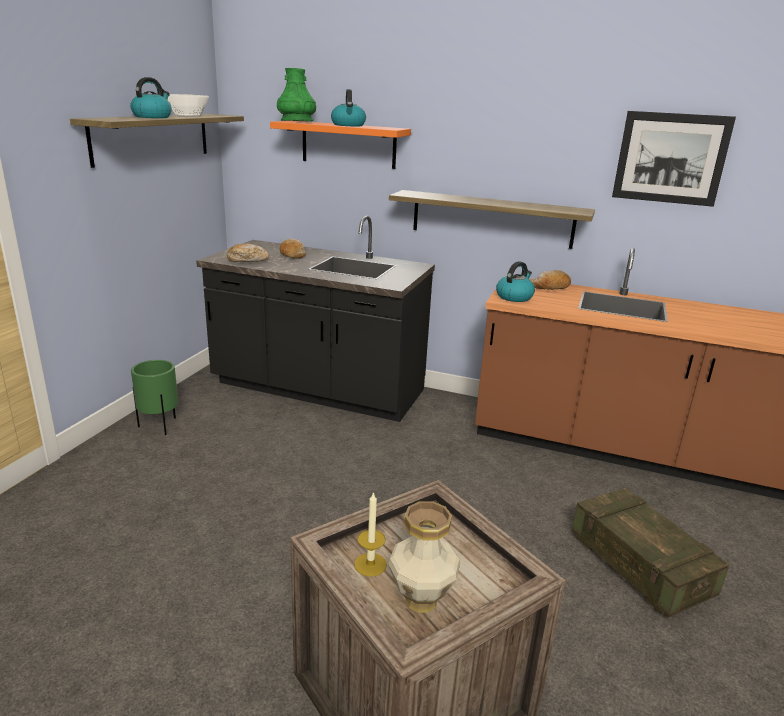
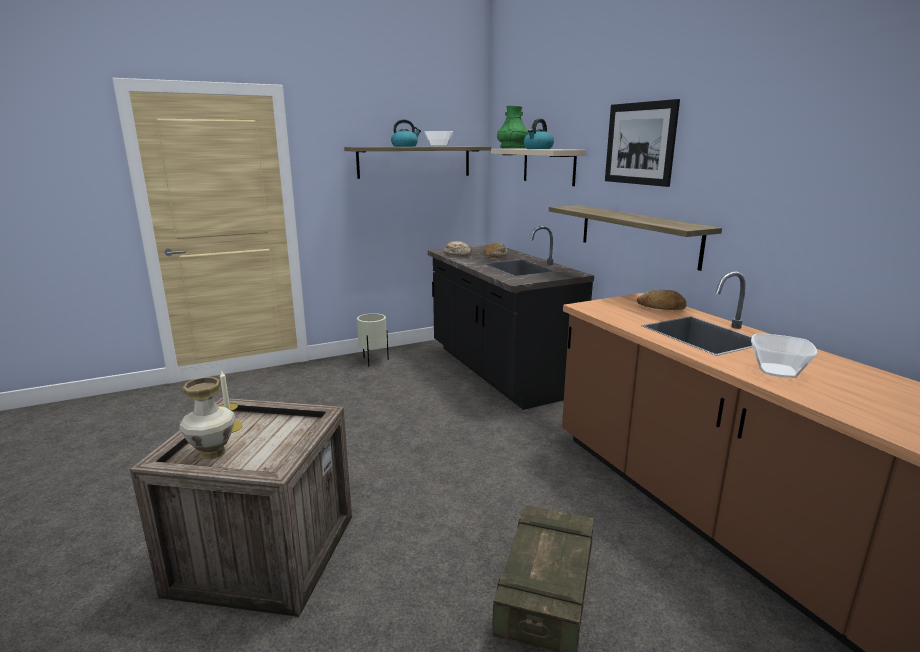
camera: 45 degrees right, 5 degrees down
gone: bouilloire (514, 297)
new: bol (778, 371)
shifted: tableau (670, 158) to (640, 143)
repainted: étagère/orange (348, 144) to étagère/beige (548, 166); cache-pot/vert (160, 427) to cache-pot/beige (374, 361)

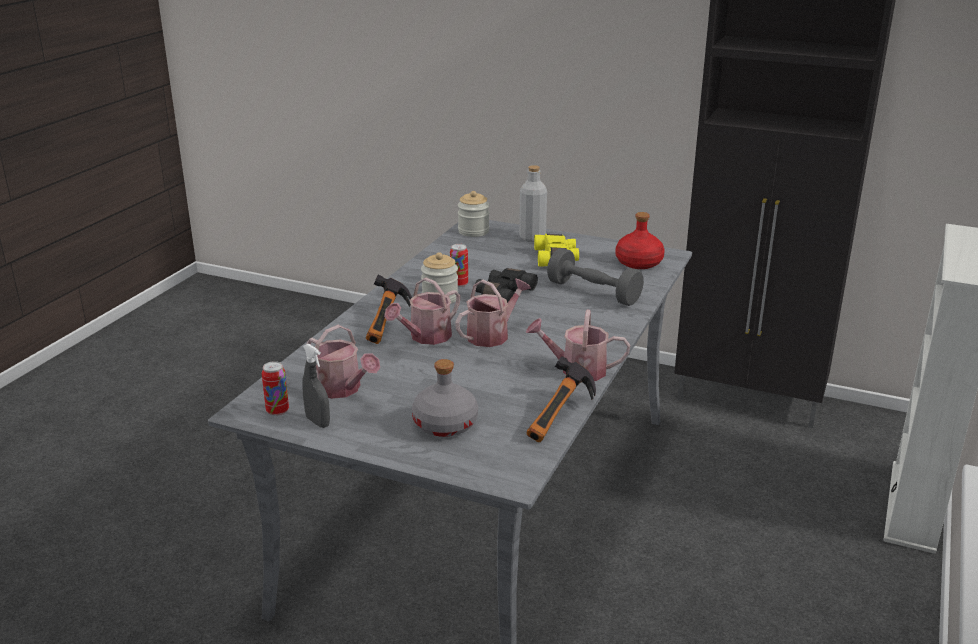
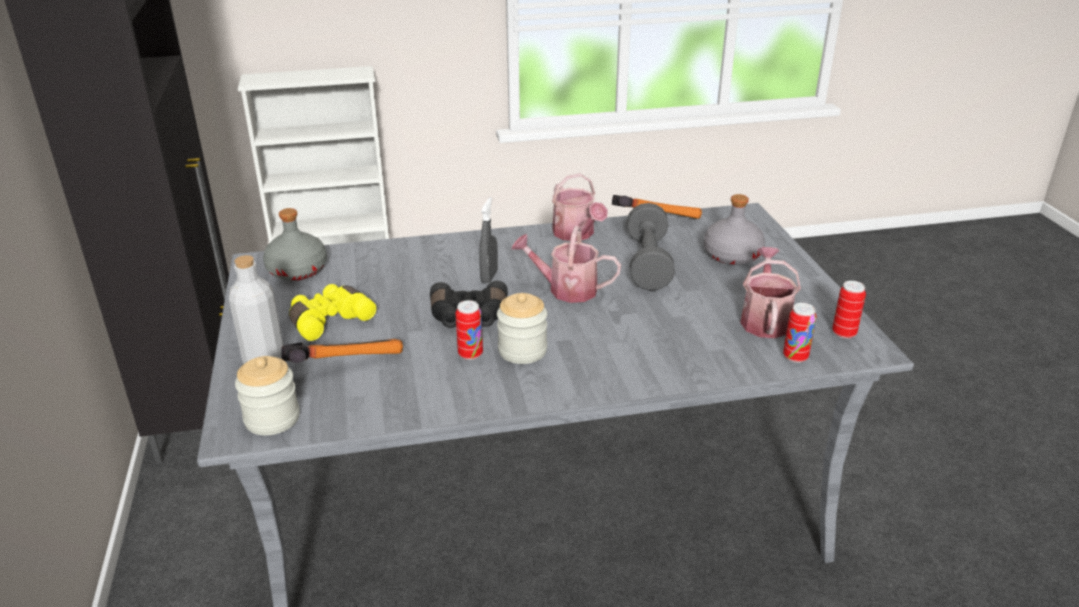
camera: 125 degrees left, 5 degrees up
gone: arrosoir (426, 337)
new: boîte métallique (795, 357)
shifted: haltère/gris (593, 292) to (648, 263); marteau (389, 324) to (343, 364); vaporisateur/gris (318, 422) to (489, 276)
repainted: bouteille/rouge (638, 263) to bouteille/gris (298, 271)

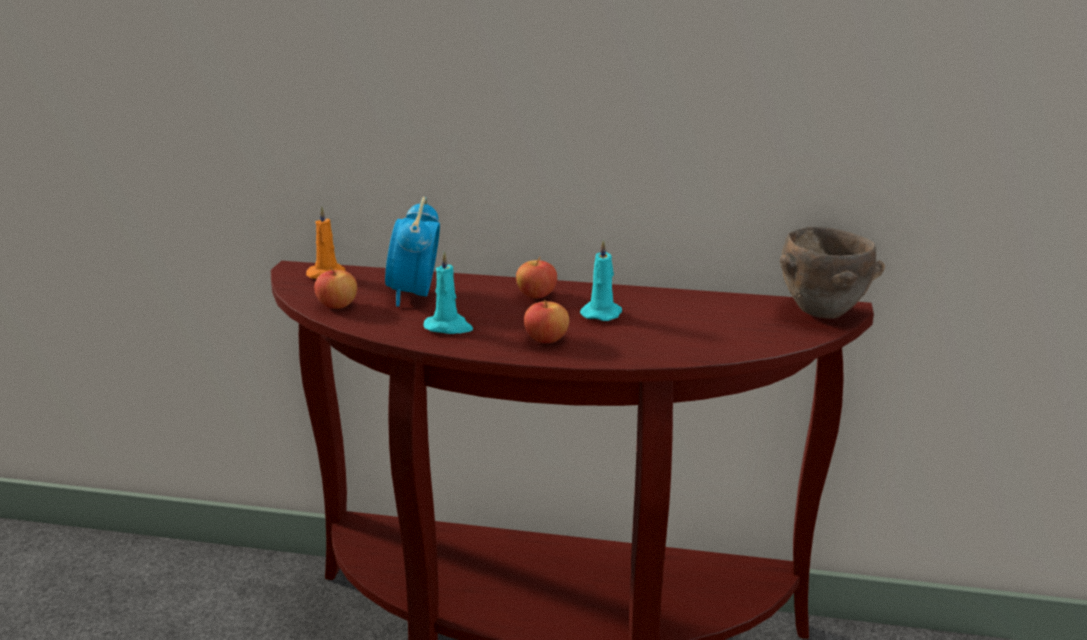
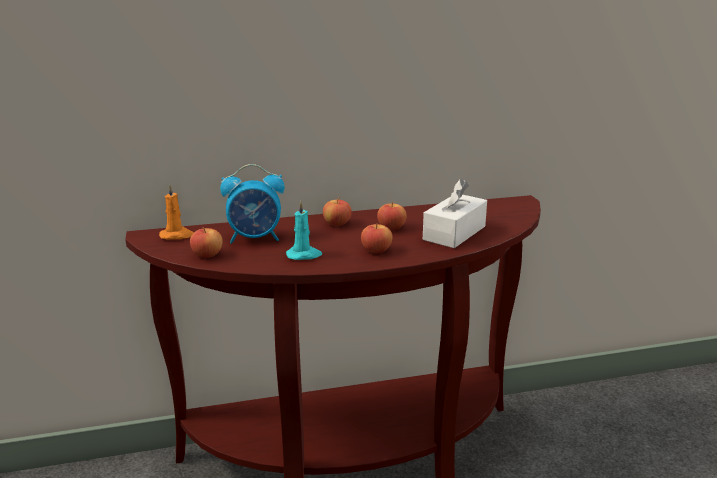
camera: 25 degrees left, 0 degrees up
gone: bol/marron (823, 314)
new: boîte à mouchoirs/blanc (454, 233)
swapped: bougie/turquoise (602, 313) to pomme (391, 228)
rotated: réveil (414, 295) = (255, 238) 75 degrees counterclockwise

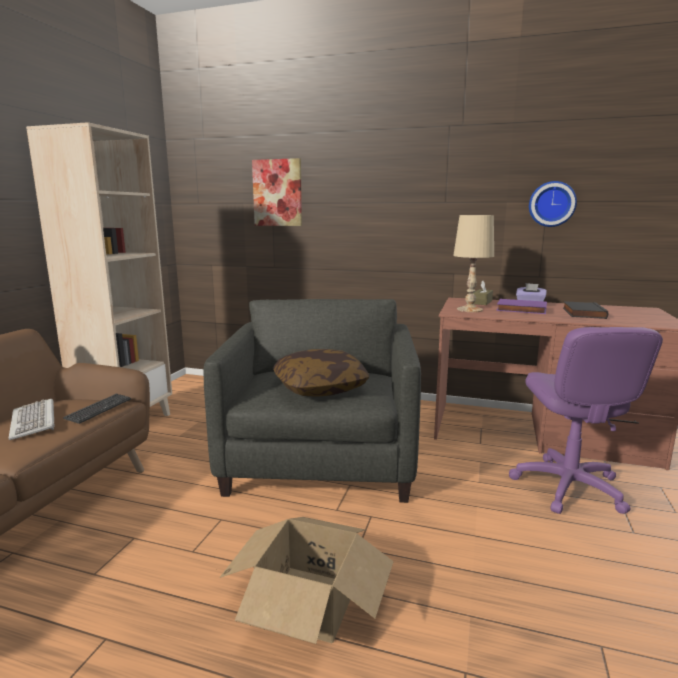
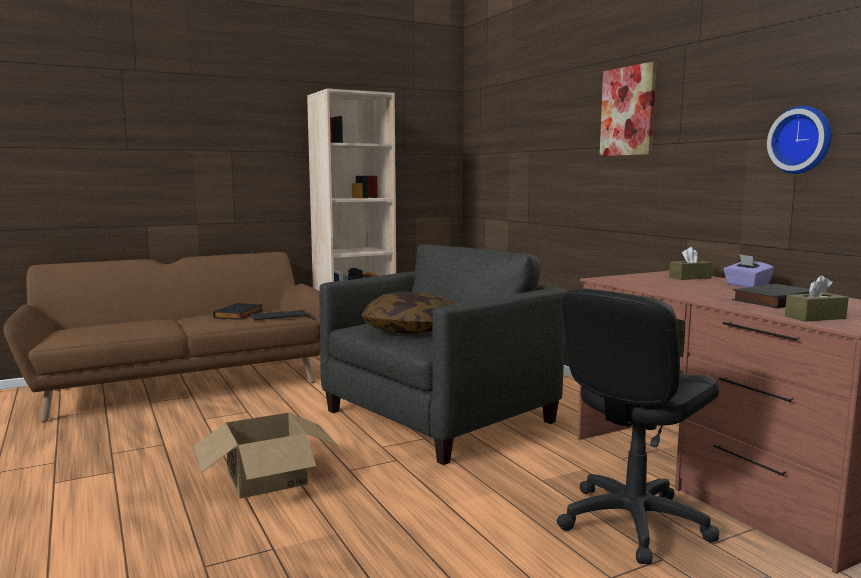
camera: 45 degrees right, 5 degrees down
gone: lampe de table/beige (469, 309); livre/violet (521, 310)
new: boîte à mouchoirs/marron (815, 317)
shifted: tableau (277, 193) to (628, 111)
swapped: clavier (34, 421) to livre/noir (240, 314)
repainted: chaise de bureau/violet (568, 487) to chaise de bureau/noir (632, 522)

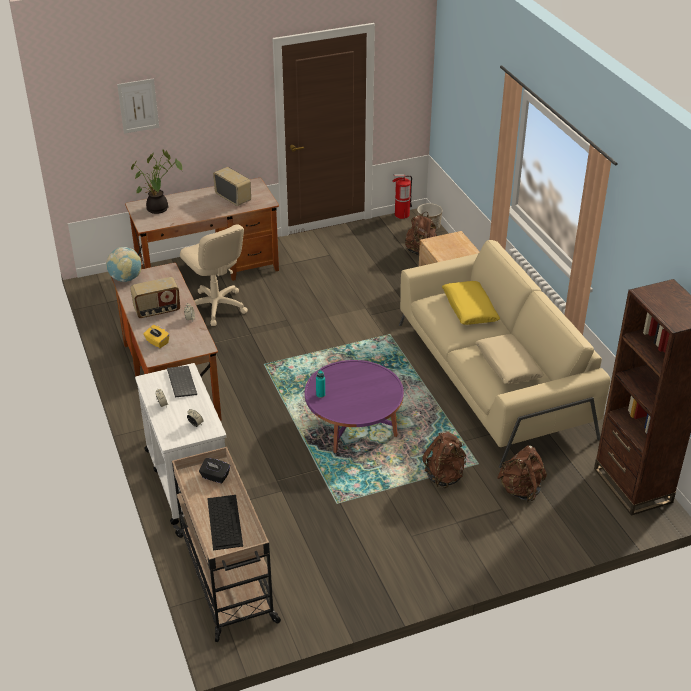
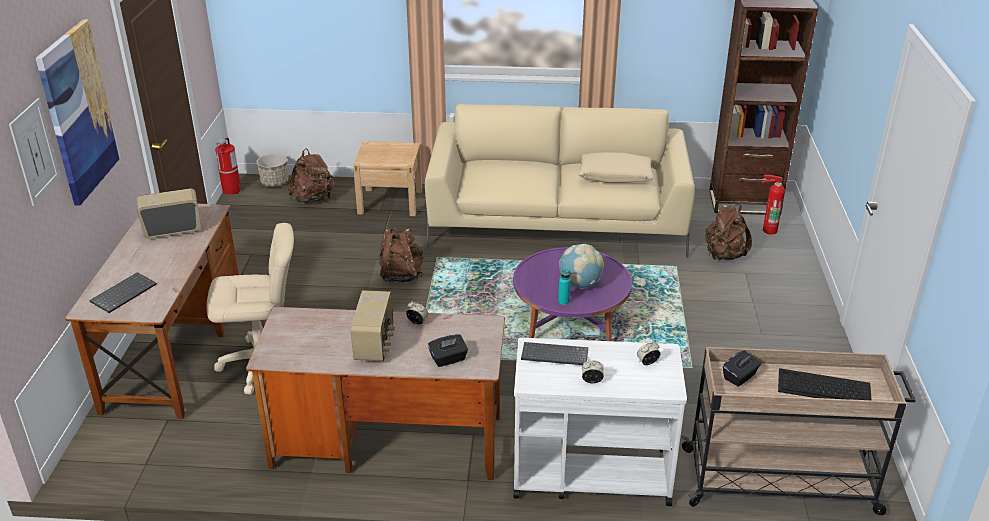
camera: 65 degrees left, 5 degrees down
gone: coussin/jaune (469, 309)
new: tableau (78, 112); extincteur (768, 230)
shifted: globe (125, 278) to (580, 284); sac à dos/marron (444, 476) to (401, 275)
swapped: plante en pot (158, 210) to clavier (123, 293)
repainted: boîte à mouchoirs/jaune (157, 342) to boîte à mouchoirs/noir (448, 359)

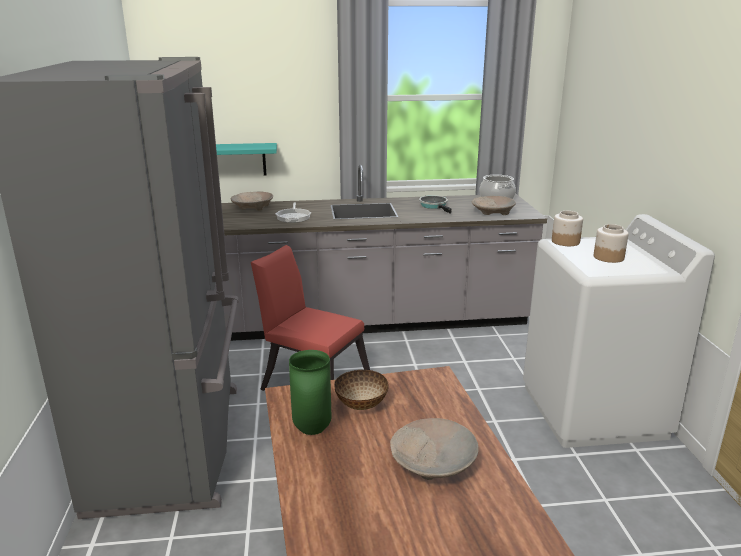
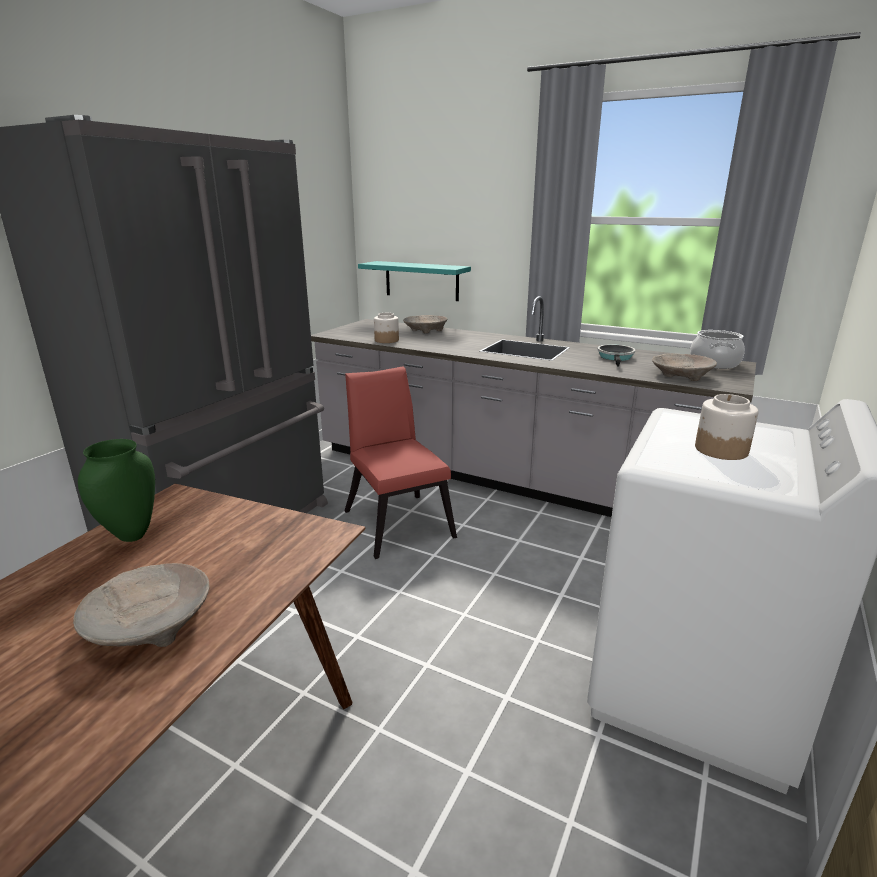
camera: 35 degrees right, 0 degrees up
gone: poêle (293, 217); bol (360, 405)
shifted: bocal (565, 242) to (386, 340)

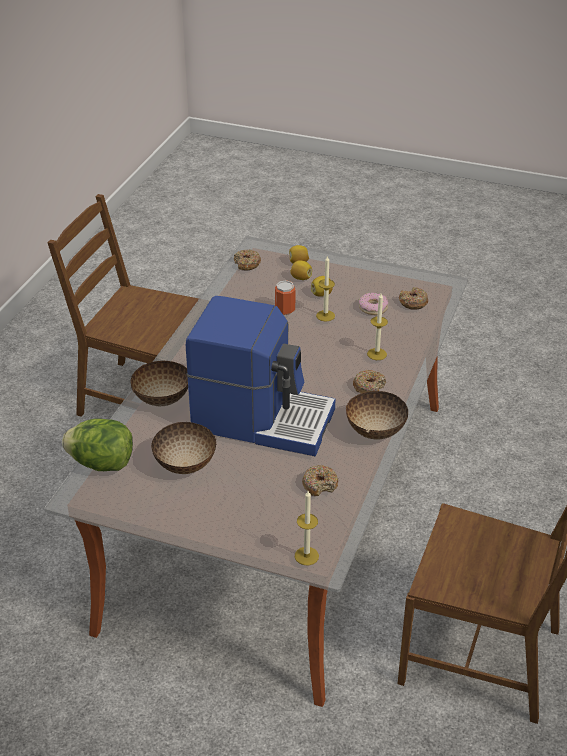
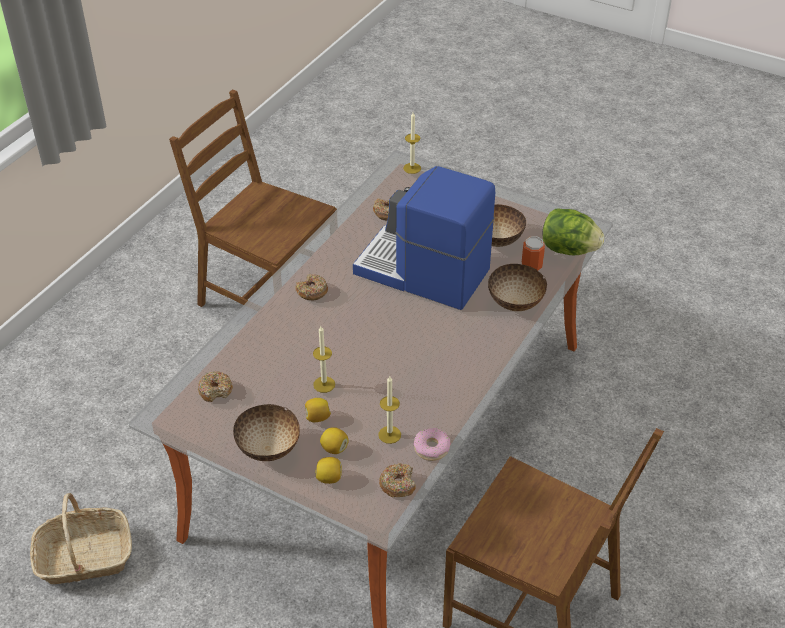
camera: 170 degrees left, 5 degrees up
new: panier (84, 557)
shifted: boîte métallique (285, 310) to (531, 266); beignet (373, 308) to (431, 448); bougie (377, 354) to (389, 434); bol (375, 431) to (269, 449)

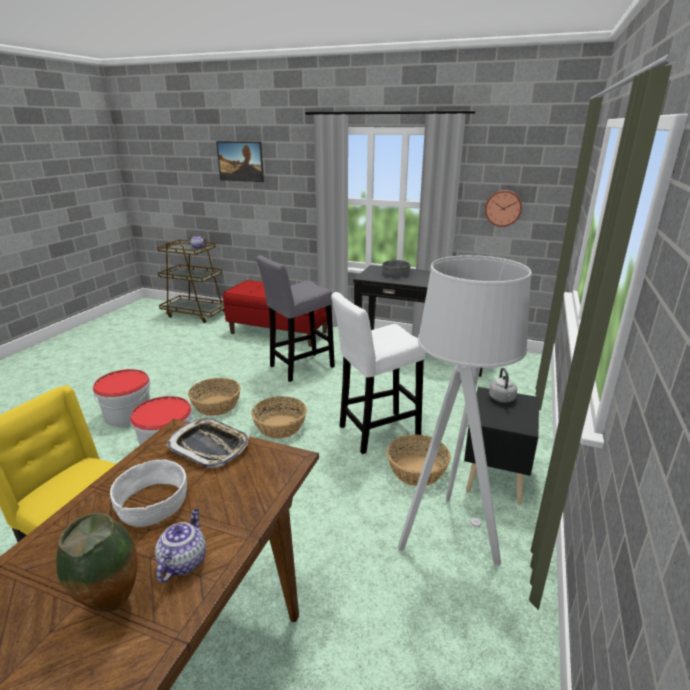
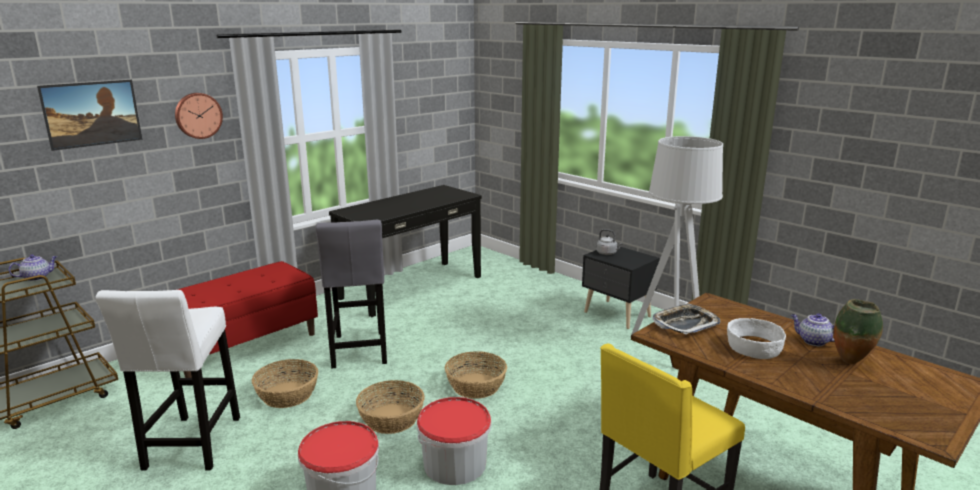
camera: 65 degrees left, 5 degrees down
gone: bol/gris (395, 273)
shifted: horloge murale (503, 208) to (198, 115); tabouret/blanc (375, 432) to (191, 446); panier (417, 470) to (287, 394)

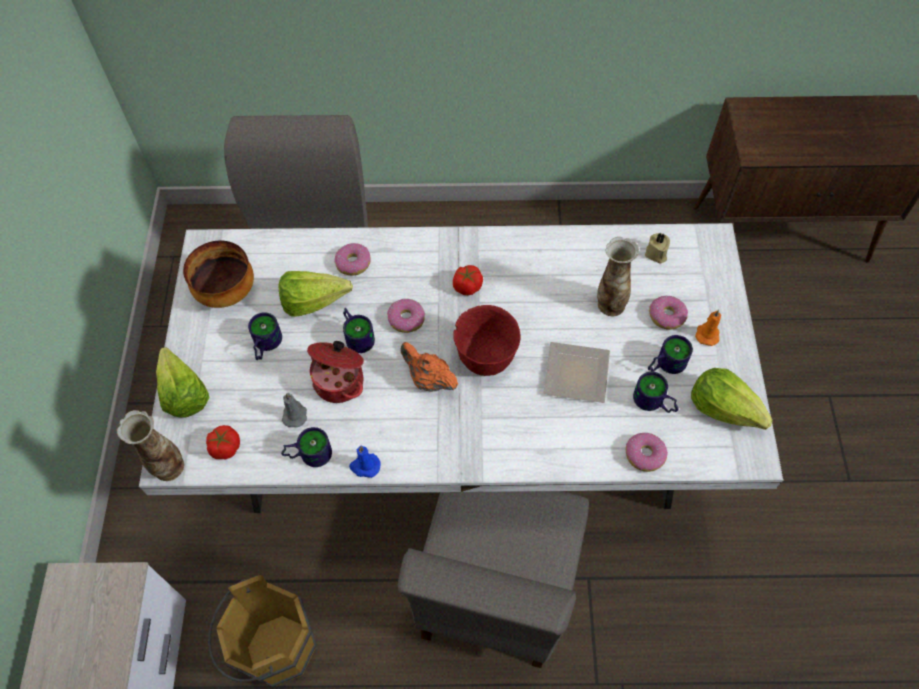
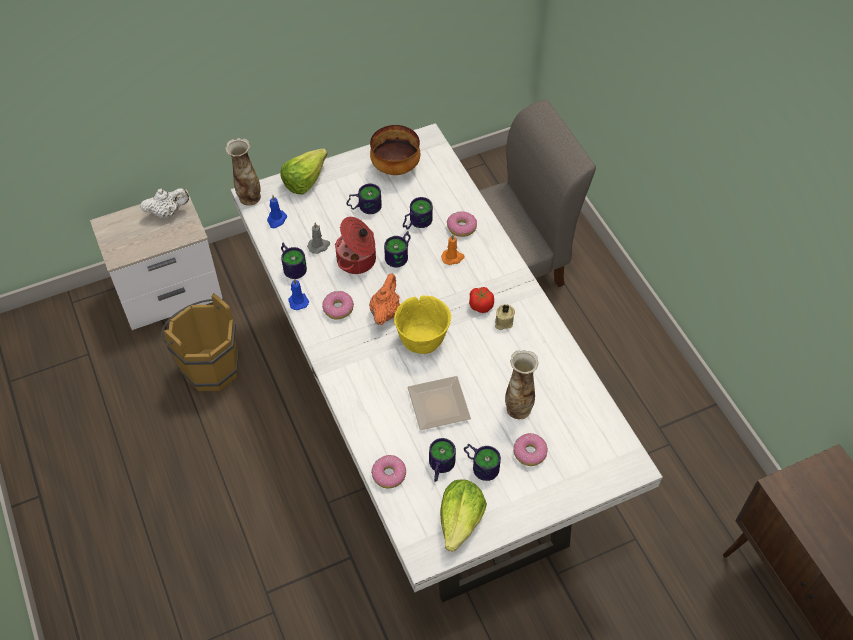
camera: 65 degrees right, 5 degrees down
gone: chaise/gris (495, 587)
new: théière/blanc (167, 212)
shifted: bougie/beige (656, 254) to (503, 322); beignet (406, 319) to (338, 308); bougie/orange (707, 334) to (453, 257)
swapped: laitue (319, 303) to mug (415, 222); tomate (225, 448) to bougie/bleu (276, 220)
repainted: bol/rouge (485, 358) to bol/jaune (422, 340)

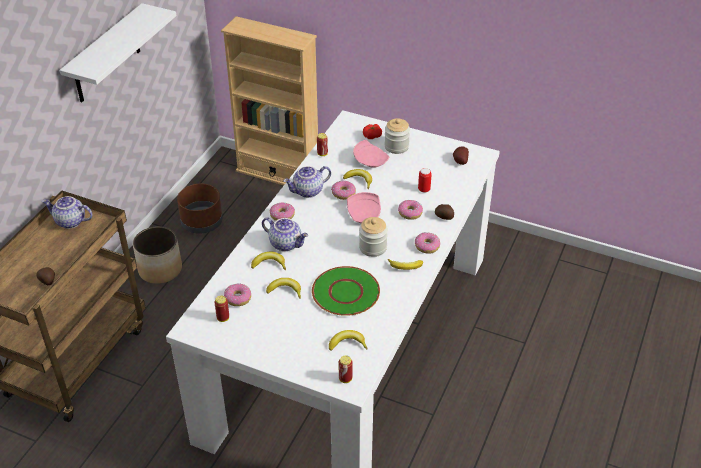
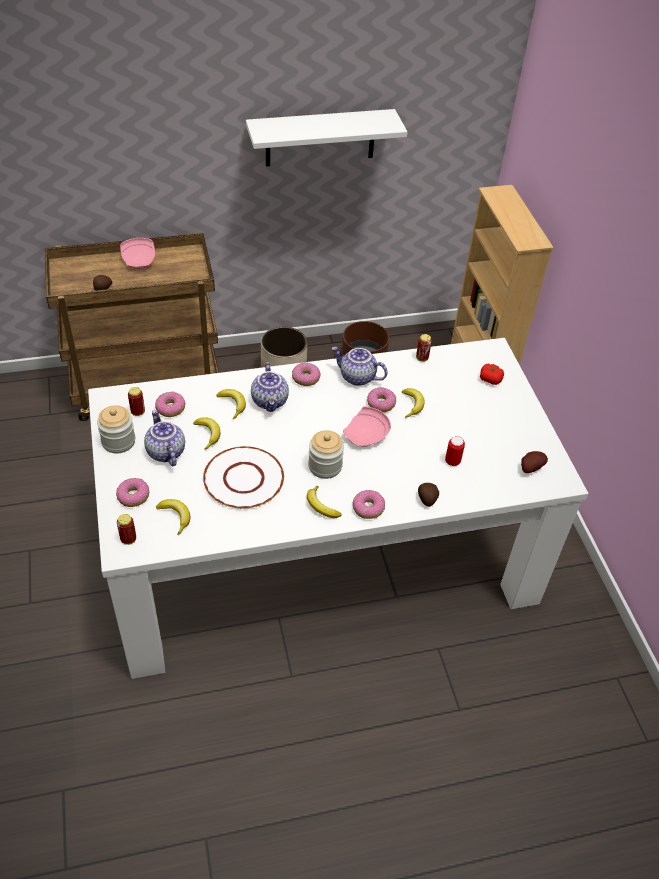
camera: 50 degrees right, 5 degrees up
shifted: bocal (396, 147) to (118, 441); assiette/rose (370, 160) to (139, 260); théière (70, 222) to (165, 452); beignet (410, 213) to (133, 496)
repainted: assiette/vert (346, 292) to assiette/blanc (244, 479)

